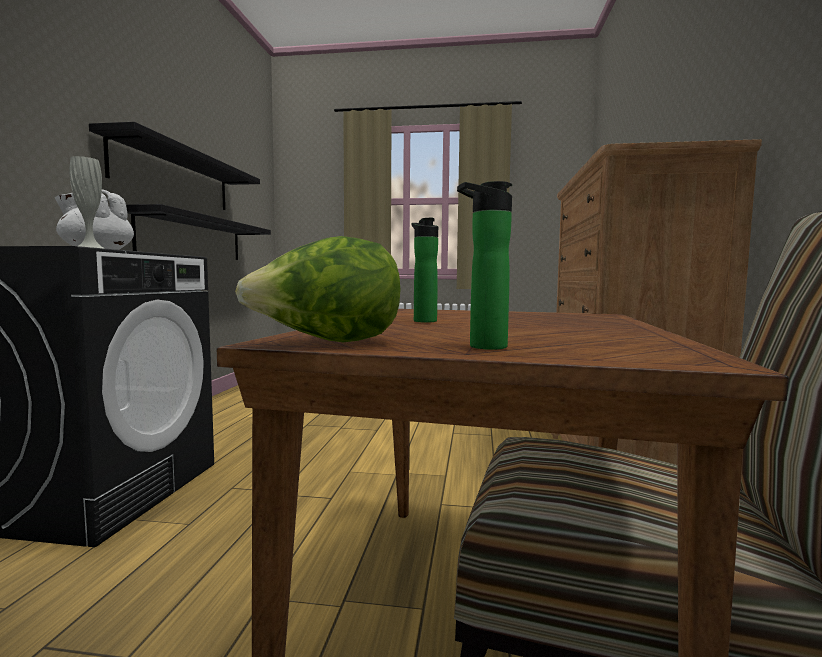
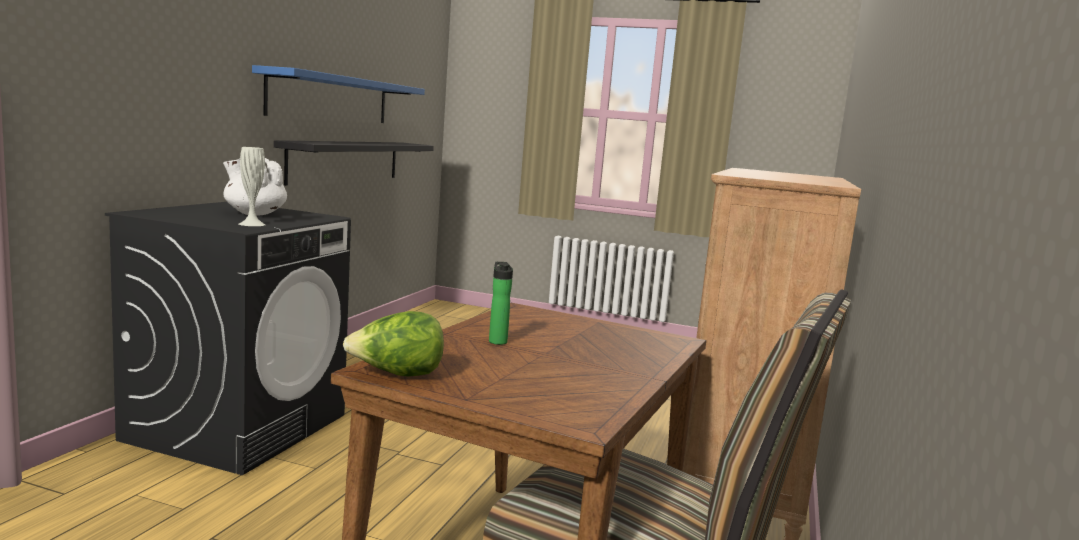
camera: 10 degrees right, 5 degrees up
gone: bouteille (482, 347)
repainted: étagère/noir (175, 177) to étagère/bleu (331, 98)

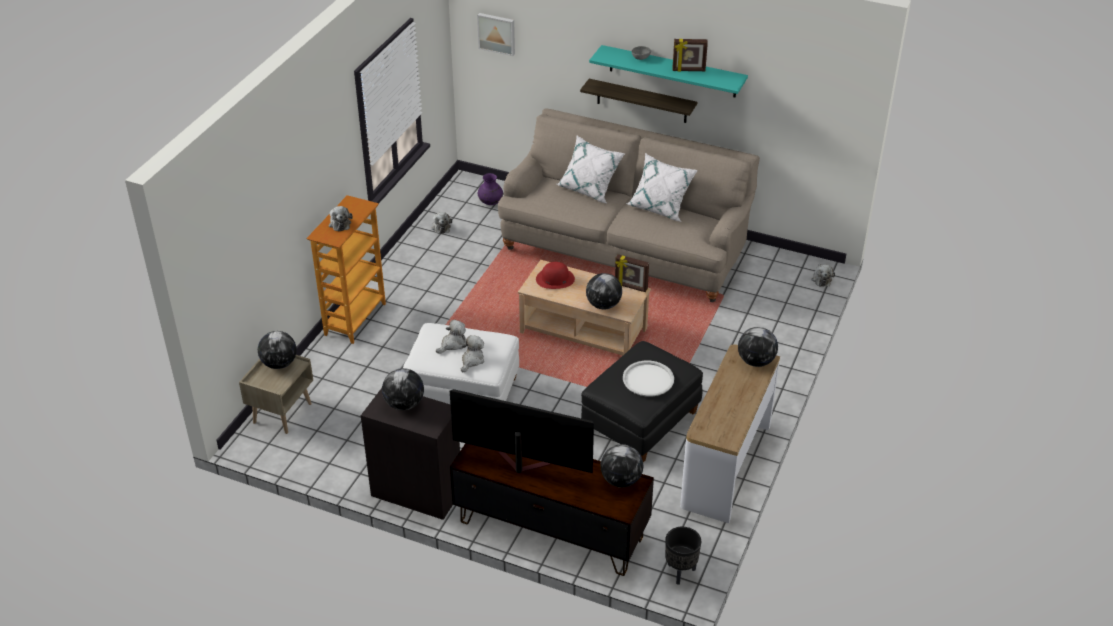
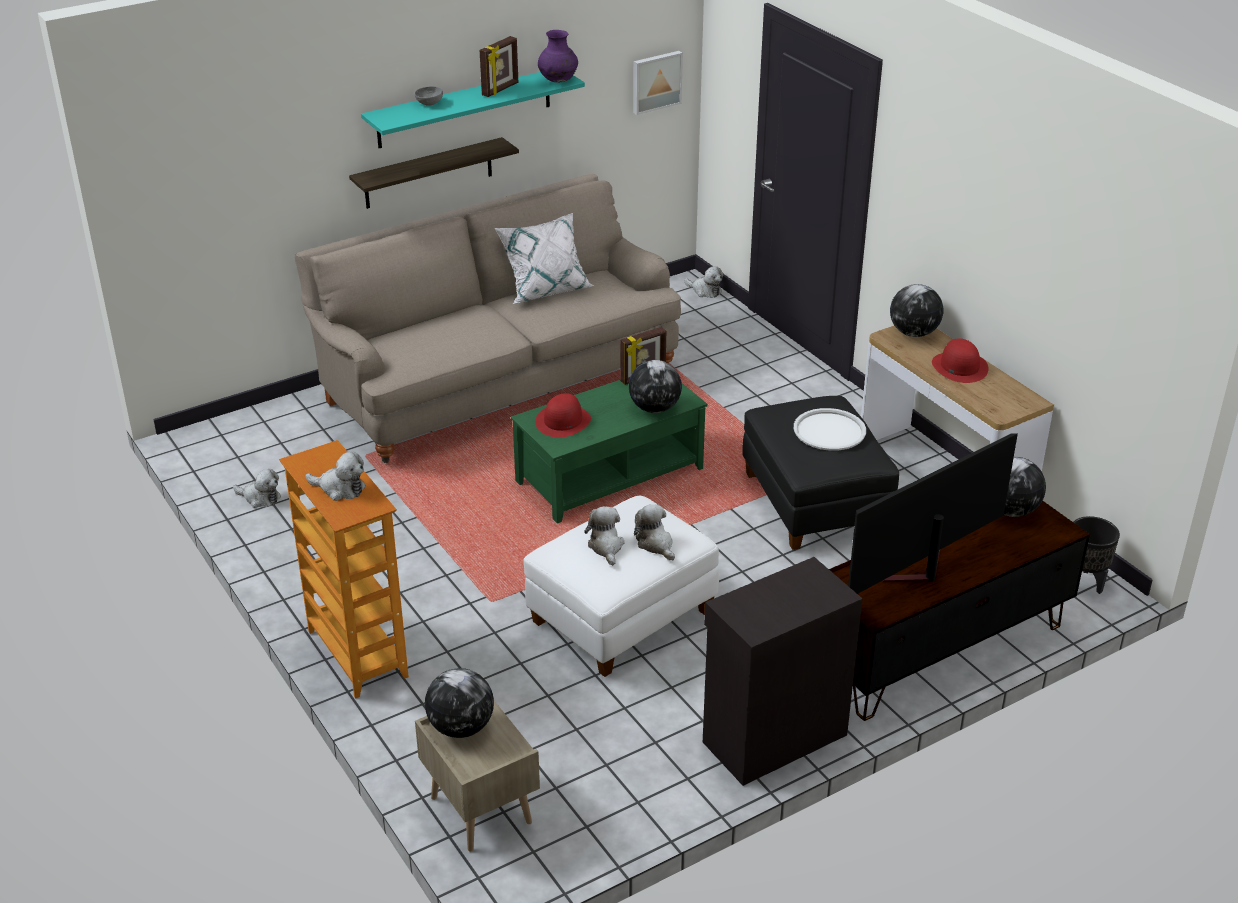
camera: 55 degrees left, 5 degrees down
gone: coussin/blanc (589, 189); globe (404, 404)
new: chapeau/rouge (959, 367)
shifted: tableau (497, 33) to (655, 81); vase/violet (490, 202) to (558, 81)
repainted: table basse/beige (584, 330) to table basse/vert (609, 474)

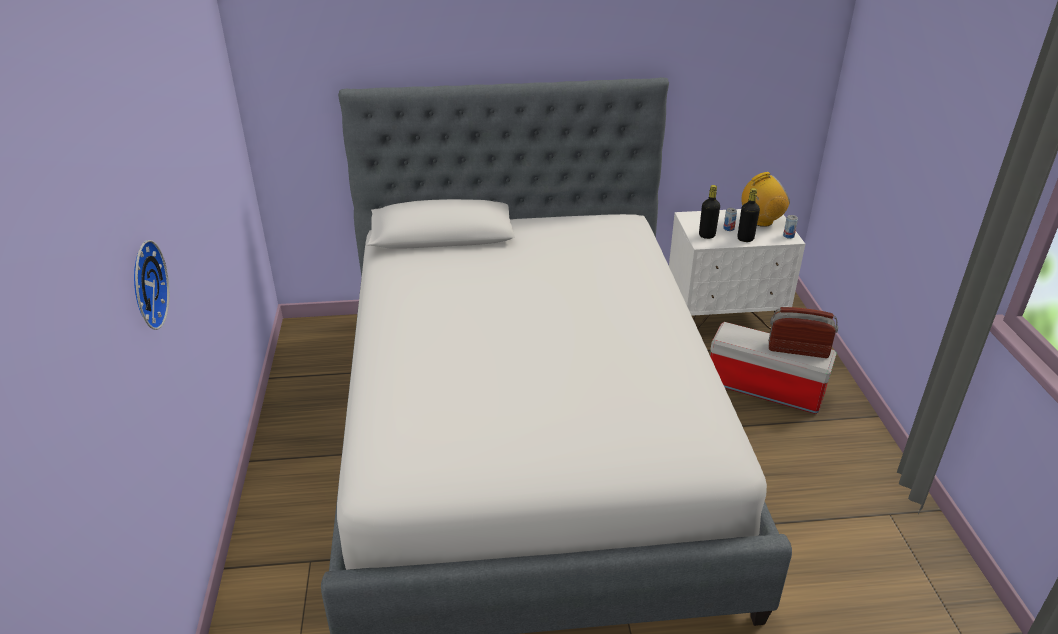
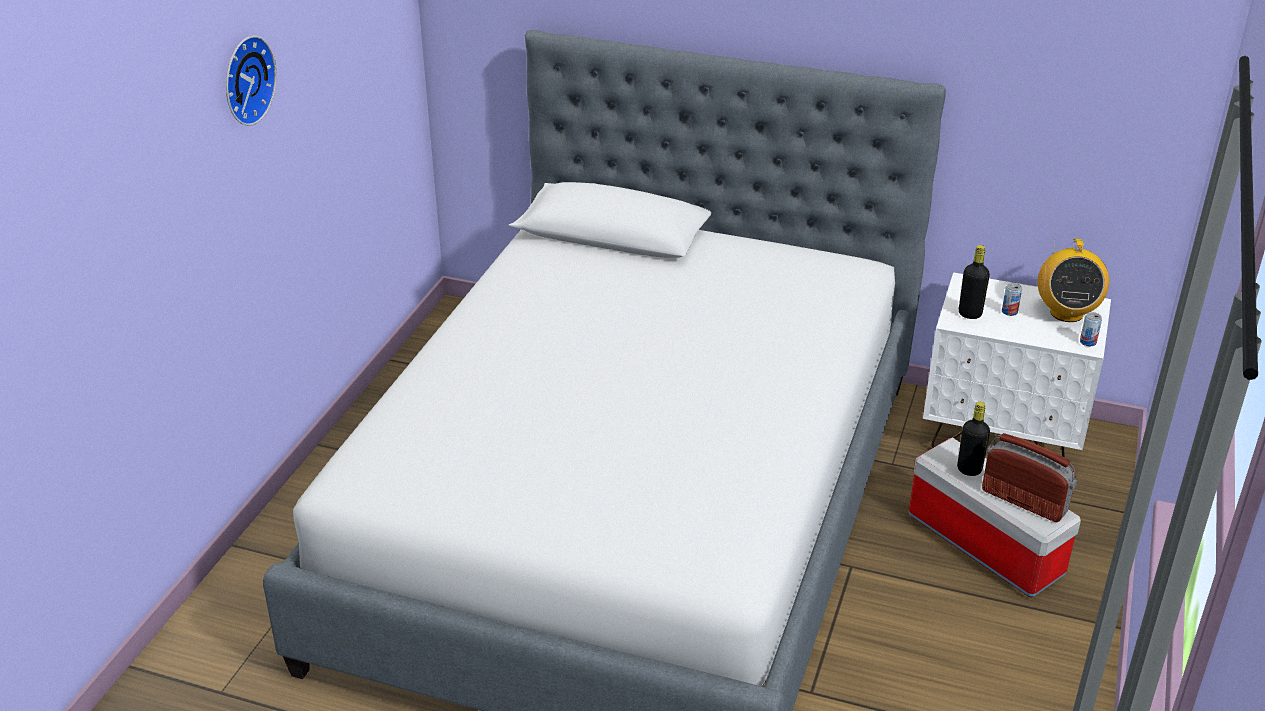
camera: 25 degrees right, 0 degrees up
shifted: bouteille/noir (745, 239) to (969, 469); horloge murale (144, 285) to (245, 79)
rotated: radio (761, 221) = (1066, 313) 90 degrees clockwise

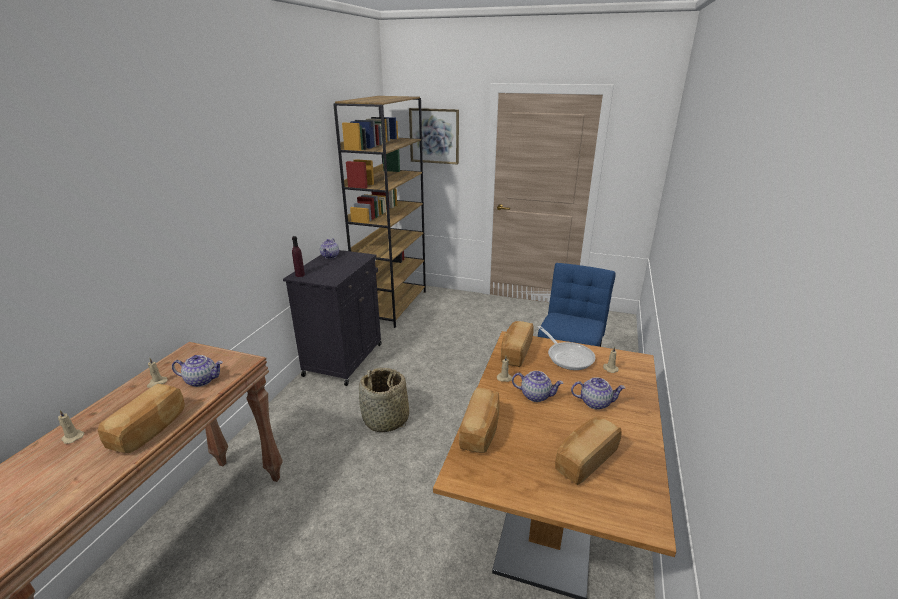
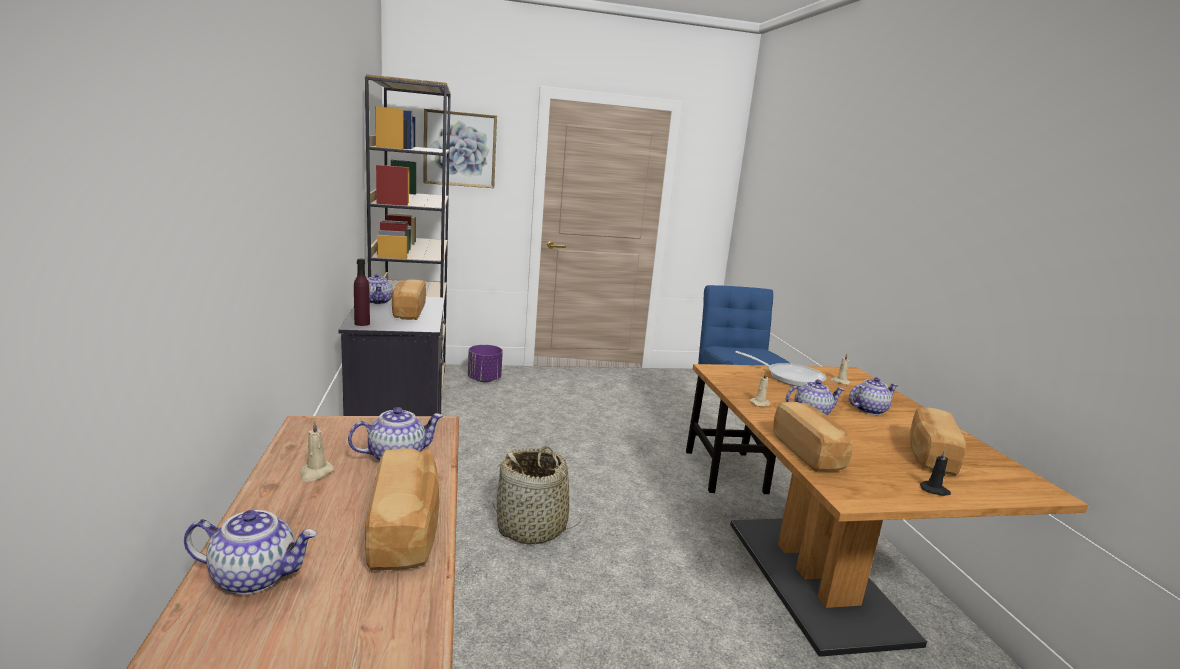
camera: 30 degrees left, 10 degrees down
new: cache-pot/violet (484, 379); bougie/noir (935, 490)
shifted: pain (515, 352) to (407, 312)
swapped: bougie/beige (72, 437) to théière (255, 576)

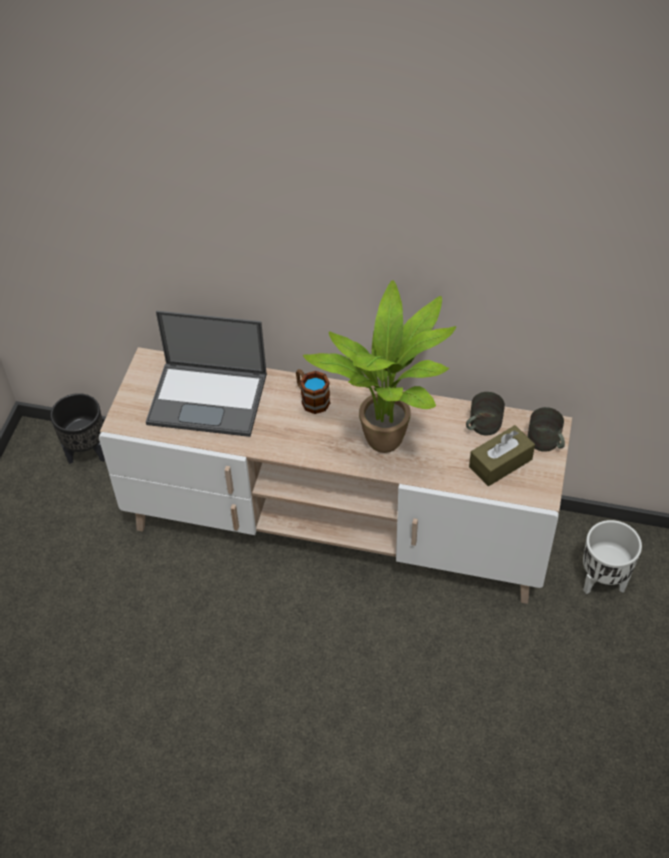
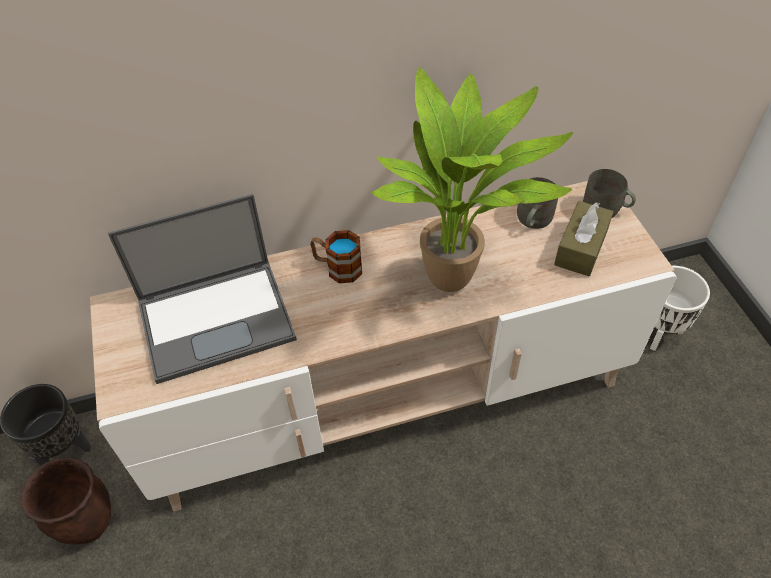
camera: 30 degrees left, 0 degrees up
new: cache-pot/marron (89, 523)

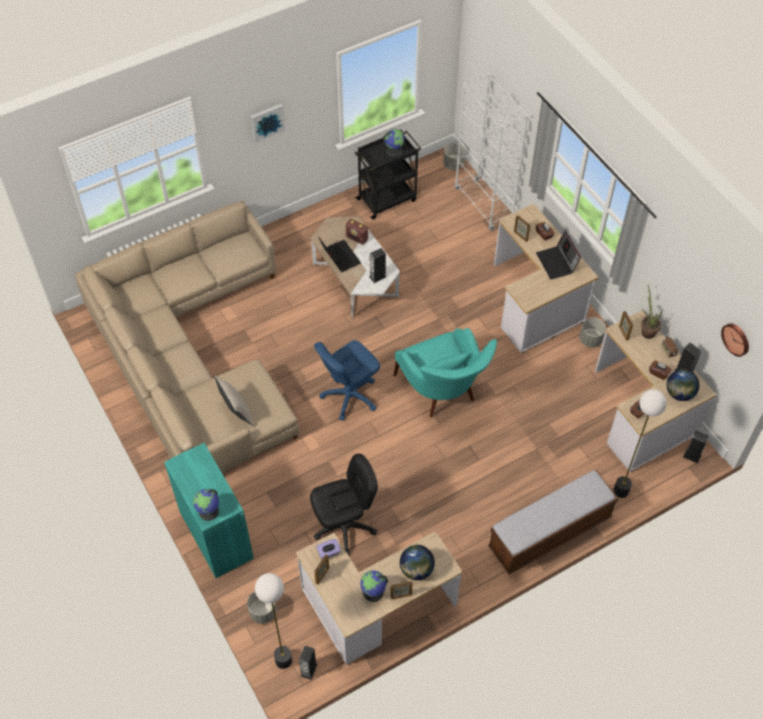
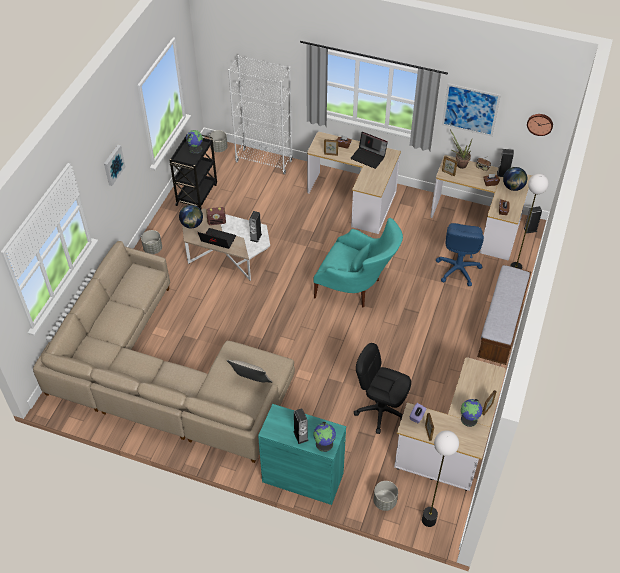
camera: 40 degrees left, 5 degrees down
new: tableau (470, 110)
shifted: cache-pot/gris (590, 340) to (153, 249); chaise de bureau/bleu (349, 395) to (457, 269); globe (416, 569) to (192, 224); enceinte (308, 669) to (300, 436)
rotated: chaise de bureau/noir (344, 527) = (380, 410) 90 degrees counterclockwise

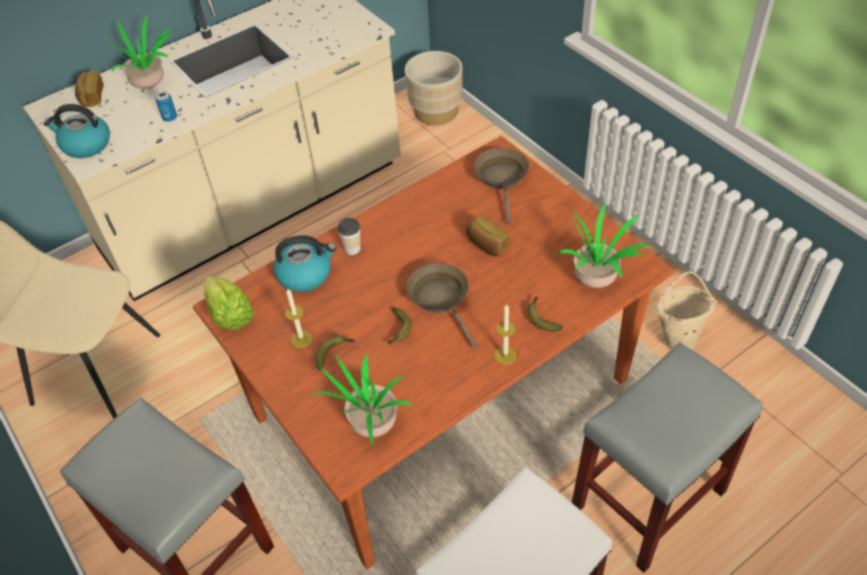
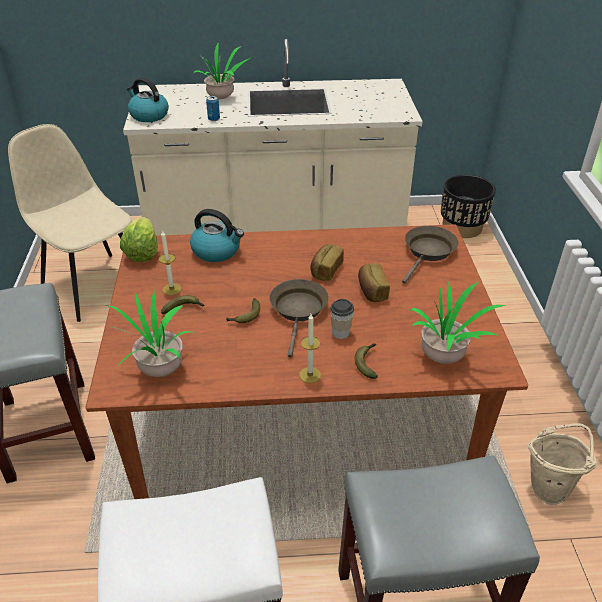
camera: 30 degrees right, 10 degrees down
shifted: pain (91, 97) to (325, 270); tasse (352, 248) to (340, 332)
repainted: cache-pot/beige (436, 111) to cache-pot/noir (462, 227)

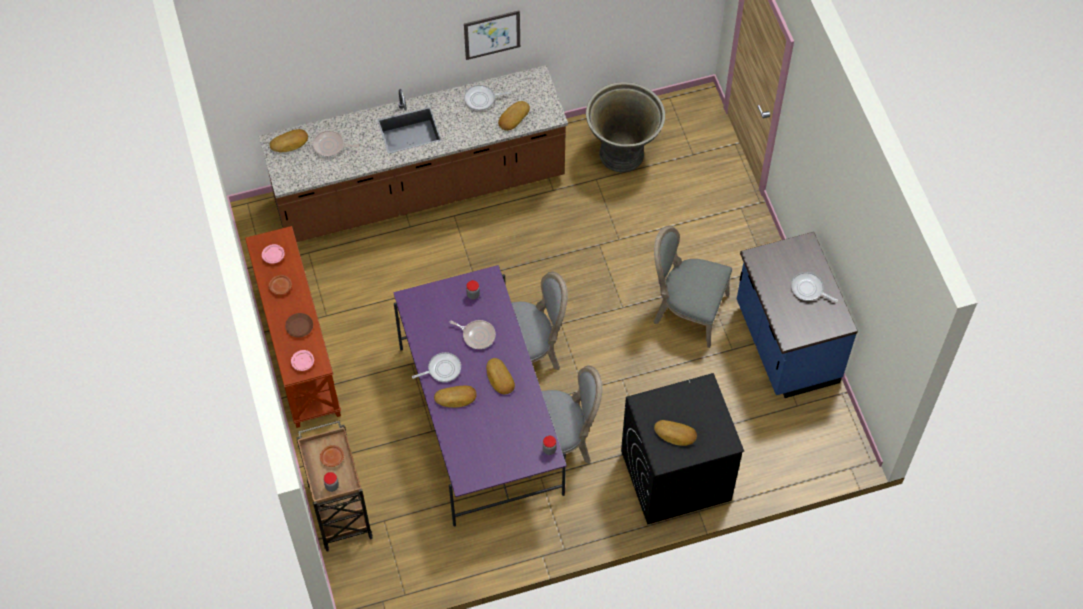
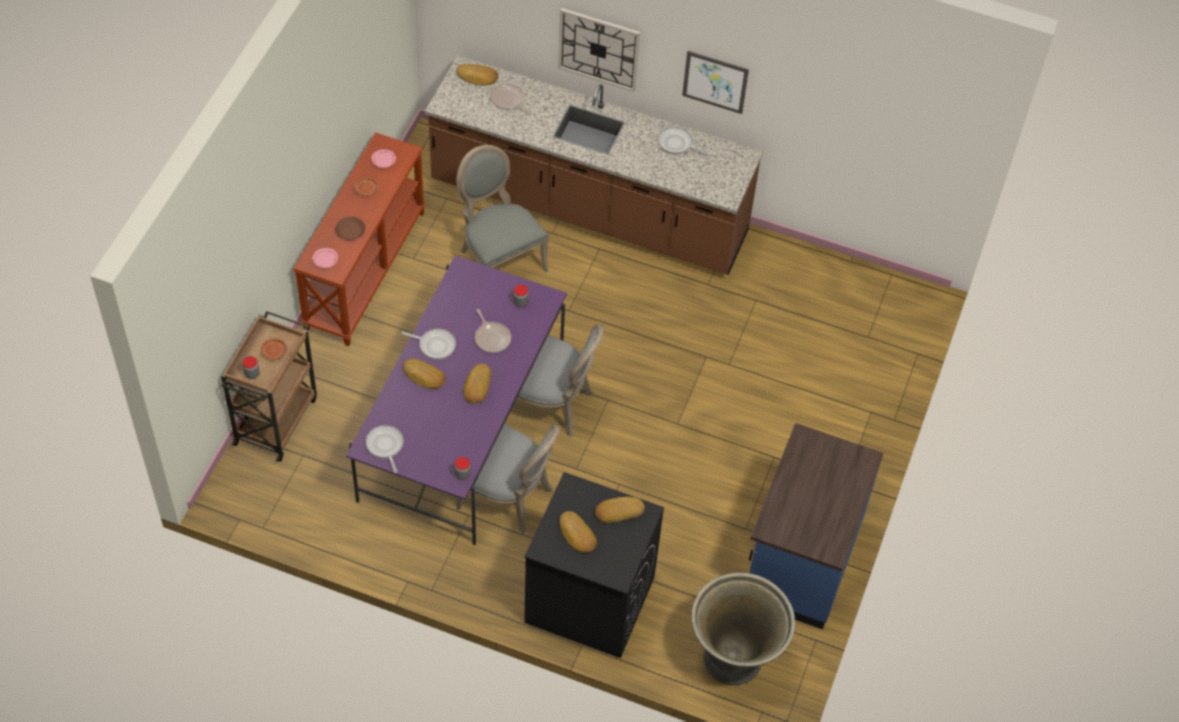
camera: 35 degrees right, 5 degrees down
new: horloge murale (598, 49)
shifted: cache-pot/gris (623, 154) to (734, 659); pain (513, 117) to (618, 511); chaise/gris (687, 310) to (499, 260); poêle (808, 289) to (385, 446)

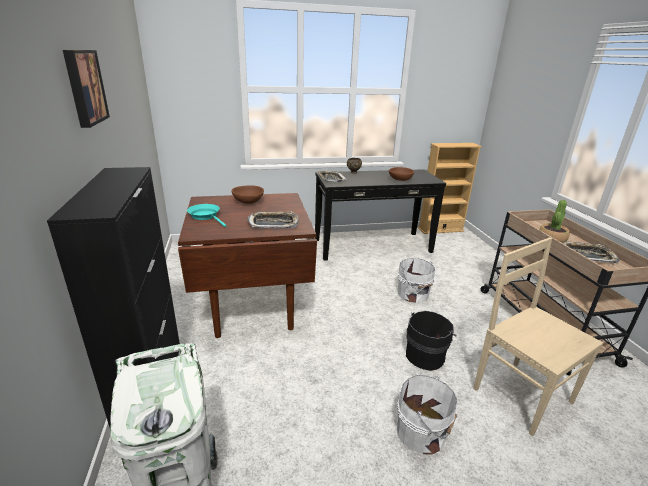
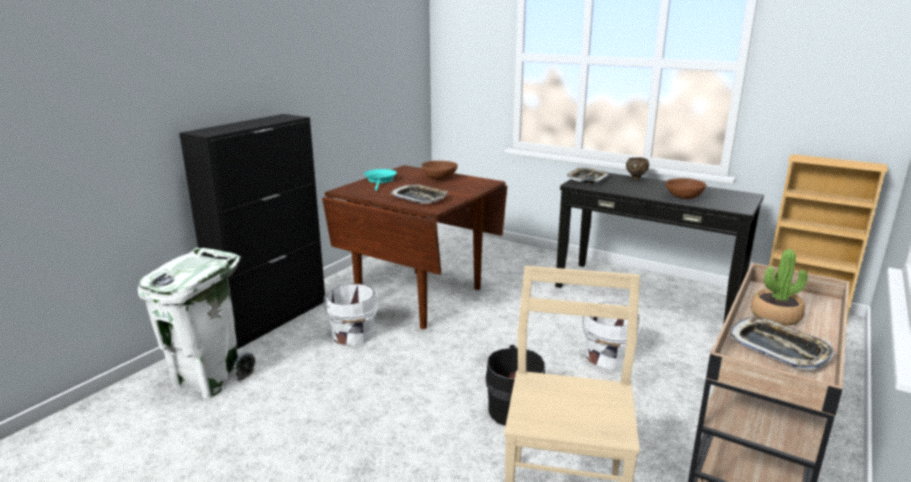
camera: 45 degrees right, 5 degrees down
gone: tableau (84, 87)
shifted: seau/blanc (423, 433) to (353, 335)

